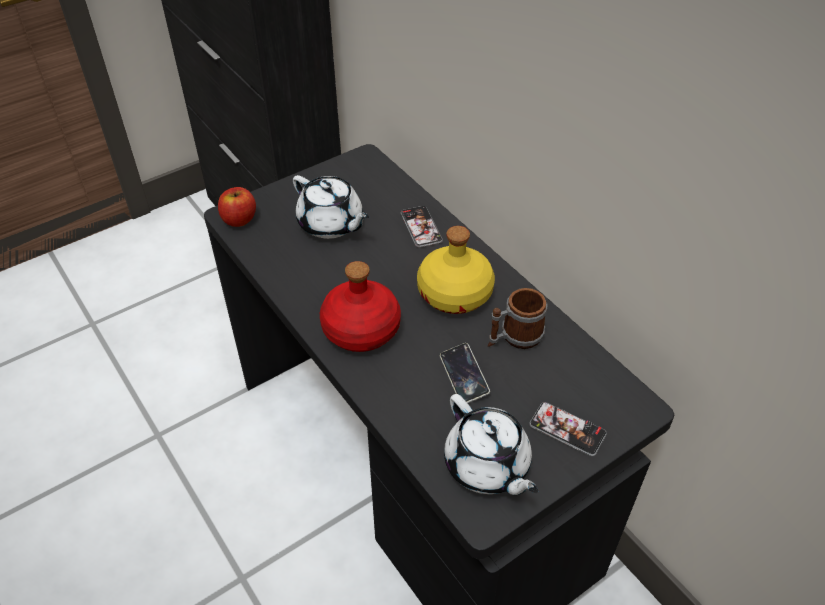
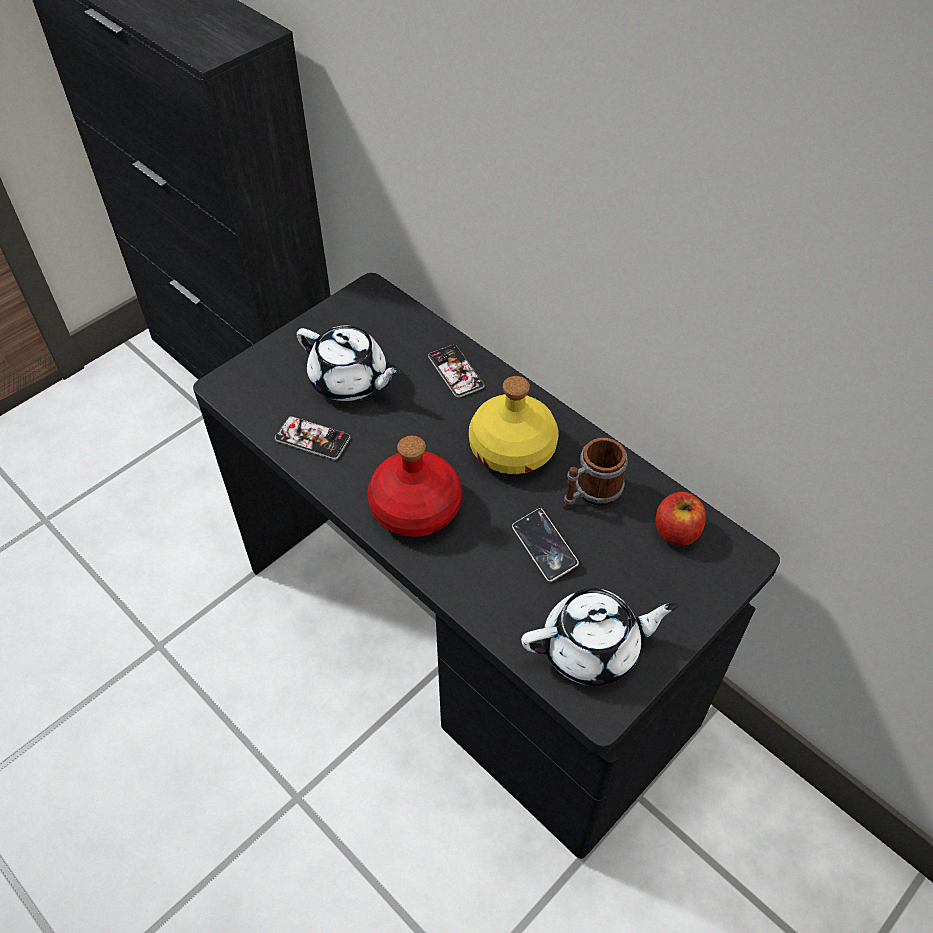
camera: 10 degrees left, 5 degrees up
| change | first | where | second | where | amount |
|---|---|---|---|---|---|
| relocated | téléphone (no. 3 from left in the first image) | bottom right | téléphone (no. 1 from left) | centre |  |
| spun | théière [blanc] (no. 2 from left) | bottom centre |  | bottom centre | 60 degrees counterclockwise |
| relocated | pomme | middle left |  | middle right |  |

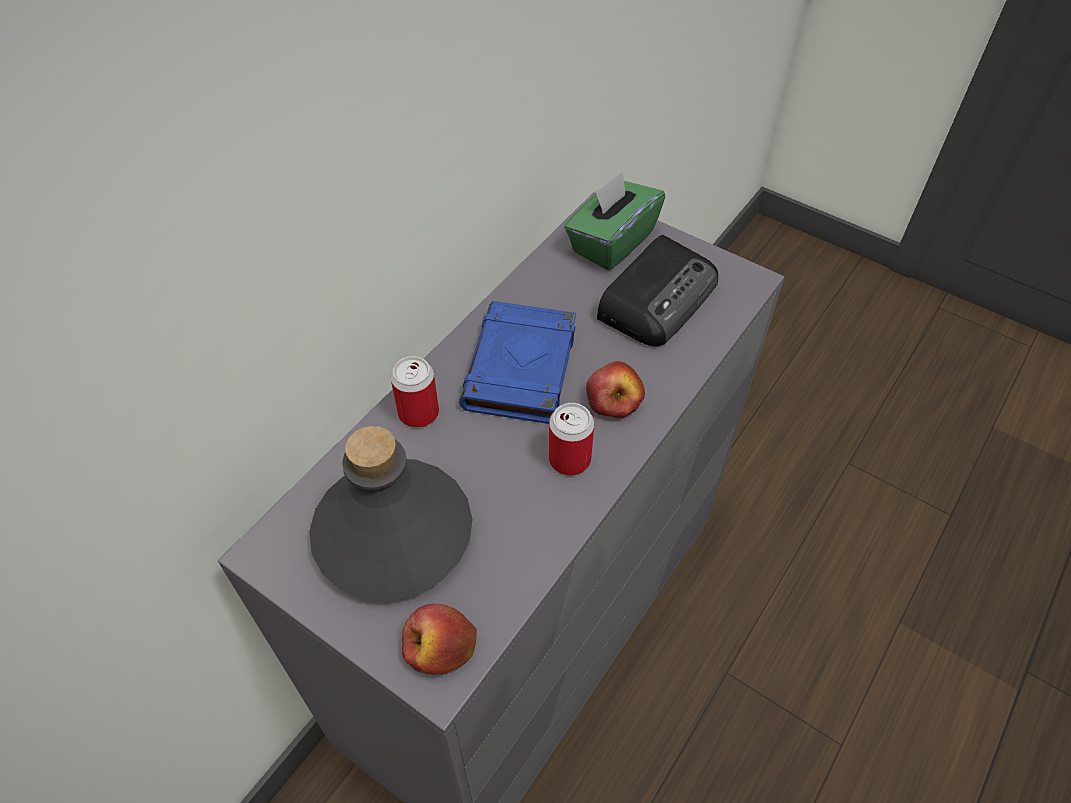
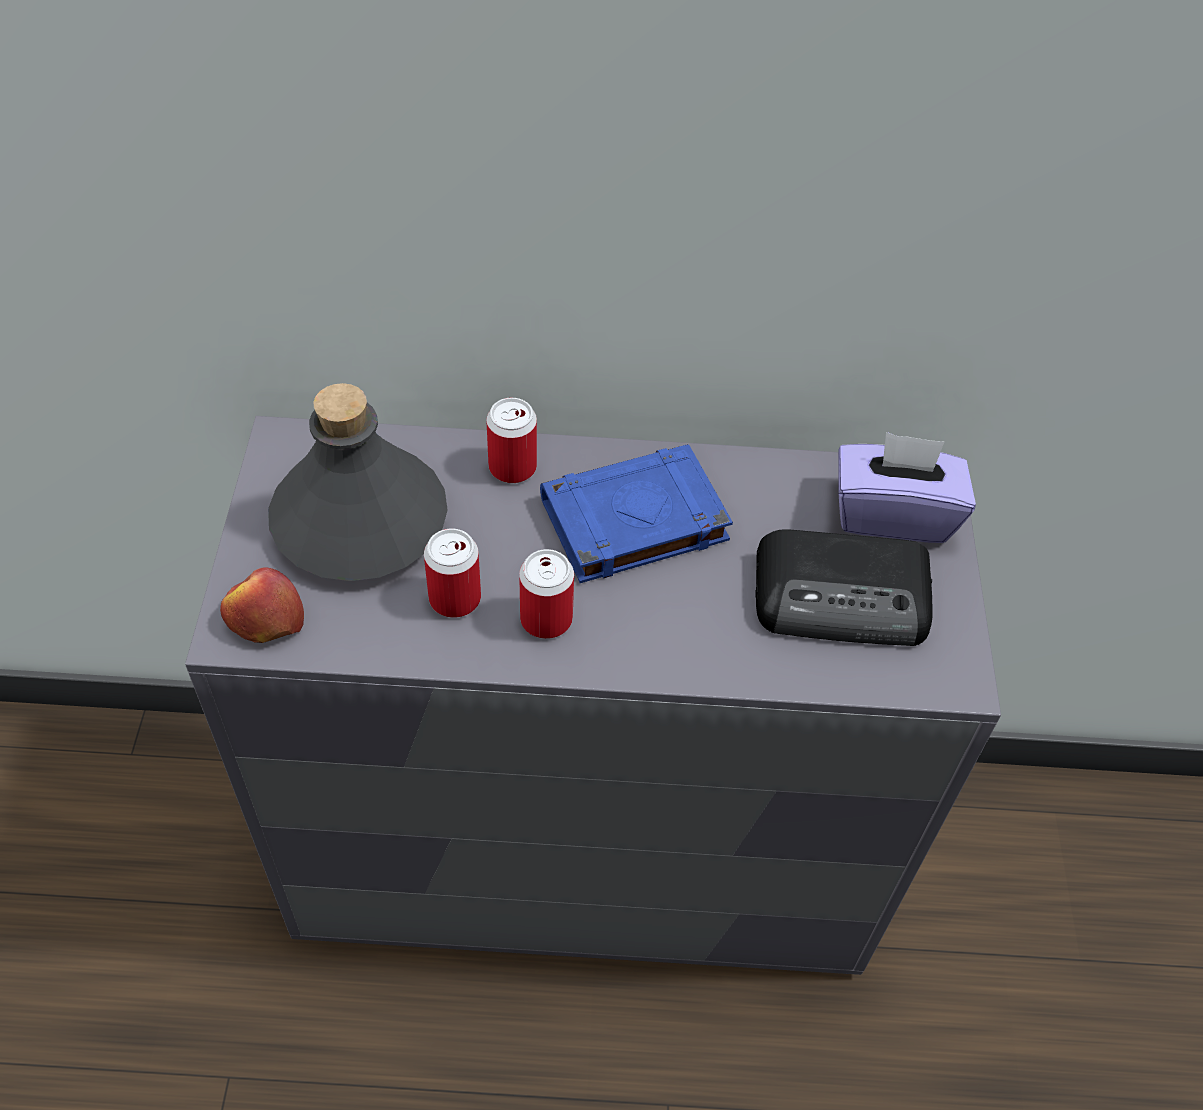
camera: 55 degrees right, 0 degrees up
| change | first | where | second | where | amount |
|---|---|---|---|---|---|
| appeared |  |  | boîte métallique (no. 1 from left) | centre |  |
| colour | boîte à mouchoirs [vert] | top centre | boîte à mouchoirs [violet] | middle right |  |
| missing | pomme (no. 2 from left) | centre |  |  |  |

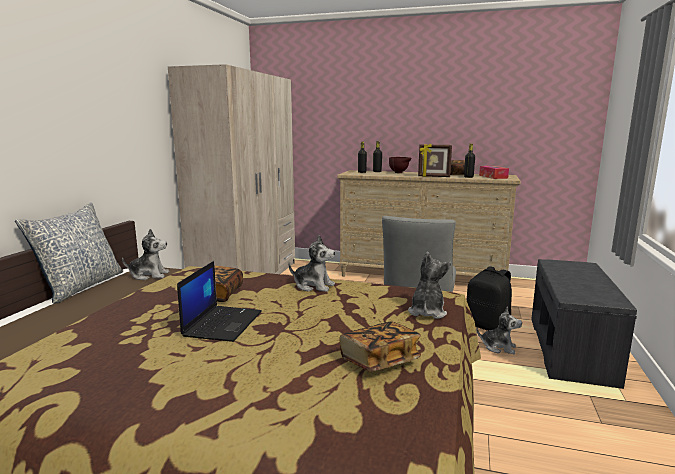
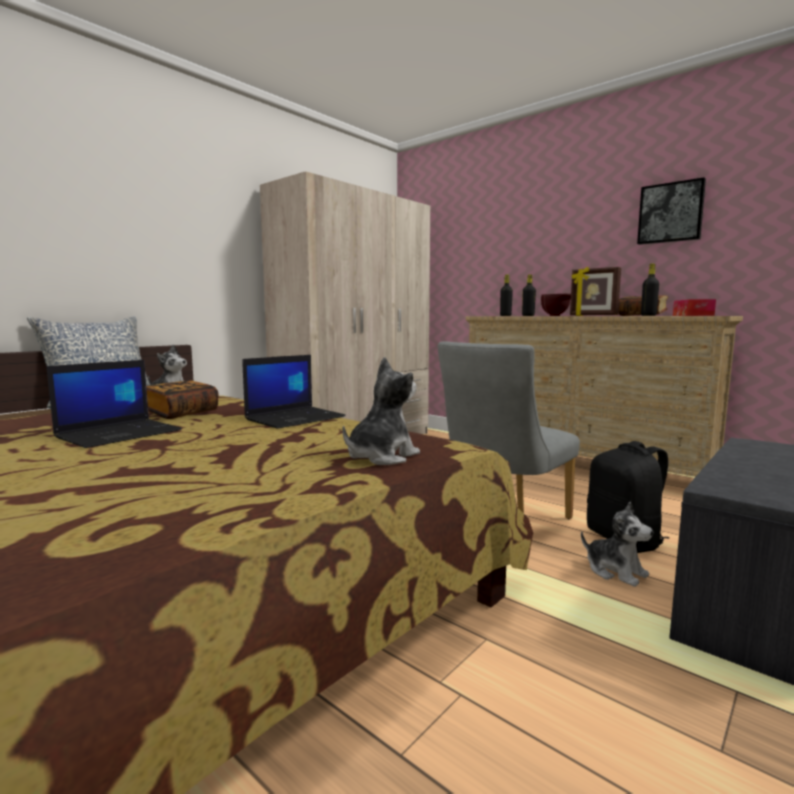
camera: 25 degrees right, 5 degrees down
| change | first | where | second | where | amount |
|---|---|---|---|---|---|
| exchanged | peluche (no. 2 from left) | centre | ordinateur portable (no. 2 from left) | centre |  |
| appeared |  |  | tableau | top right |  |
| missing | livre (no. 2 from left) | bottom centre |  |  |  |

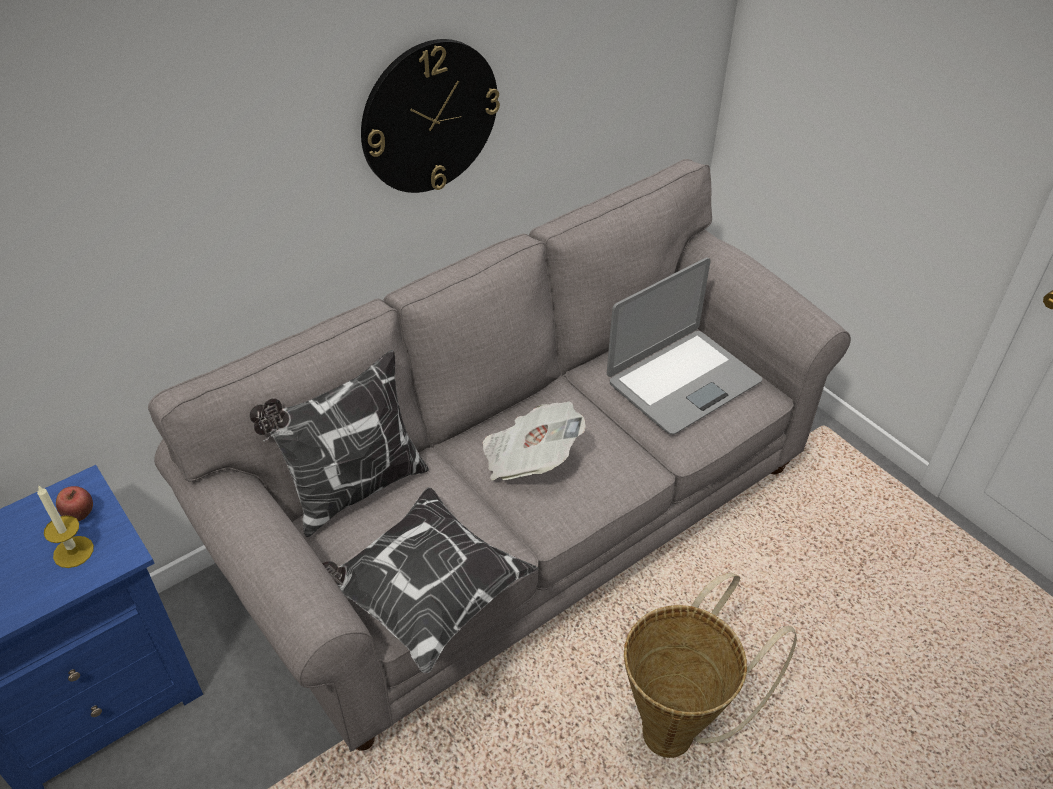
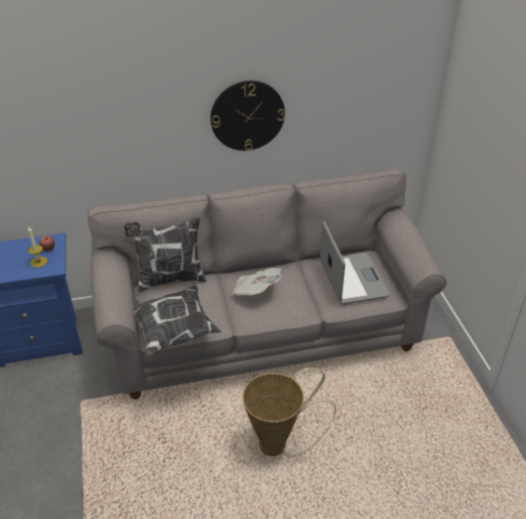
camera: 25 degrees right, 5 degrees down
| change | first | where | second | where | amount |
|---|---|---|---|---|---|
| spun | ordinateur portable | centre |  | middle right | 90 degrees counterclockwise |

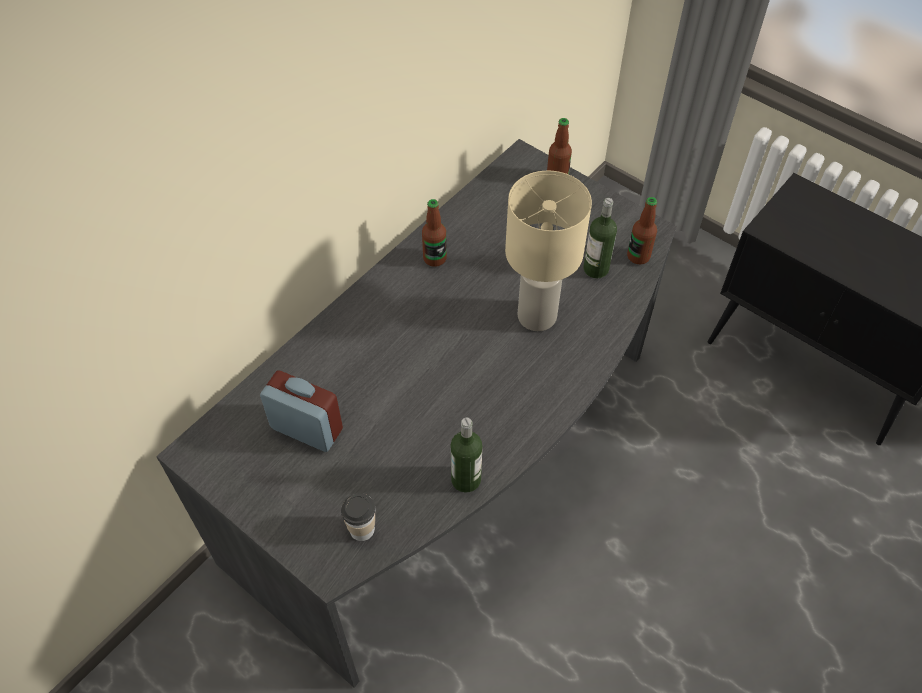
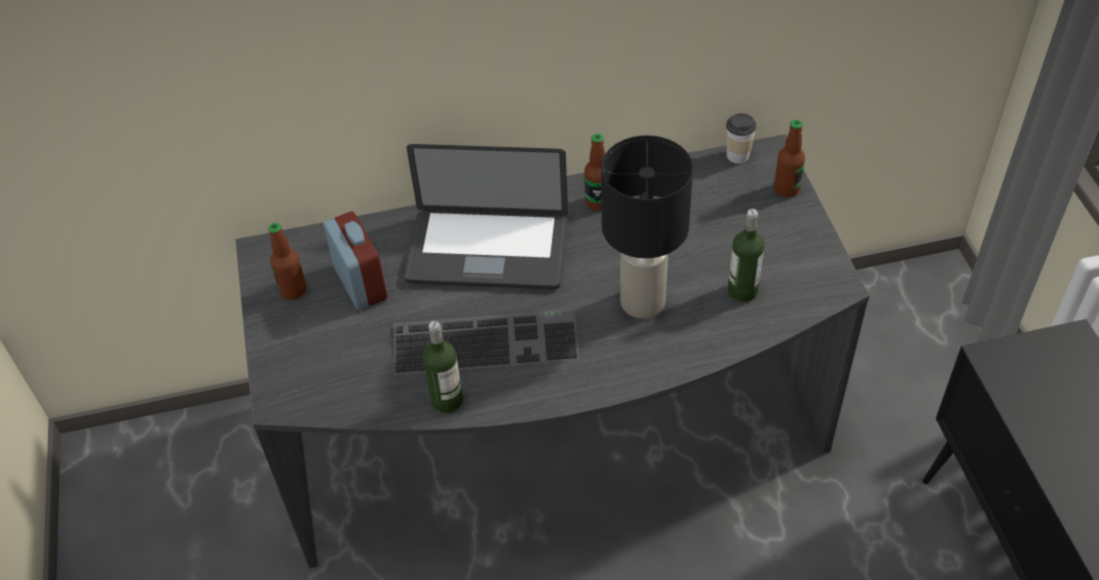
camera: 40 degrees right, 5 degrees down
| change | first | where | second | where | amount |
|---|---|---|---|---|---|
| relocated | bouteille (no. 5 from left in the first image) | top right | bouteille (no. 1 from left) | middle left |  |
| appeared |  |  | clavier | centre |  |
| appeared |  |  | ordinateur portable | centre |  |
| colour | lampe de table [beige] | centre | lampe de table [noir] | centre |  |
| relocated | tasse | bottom centre |  | top right |  |

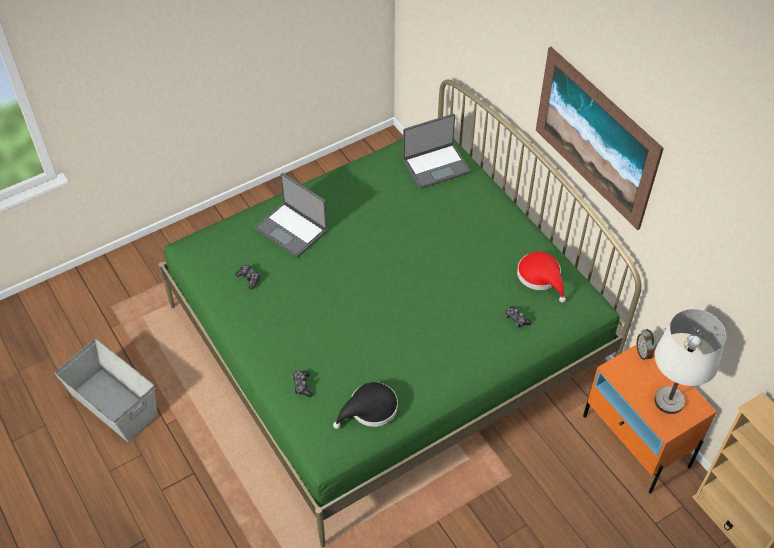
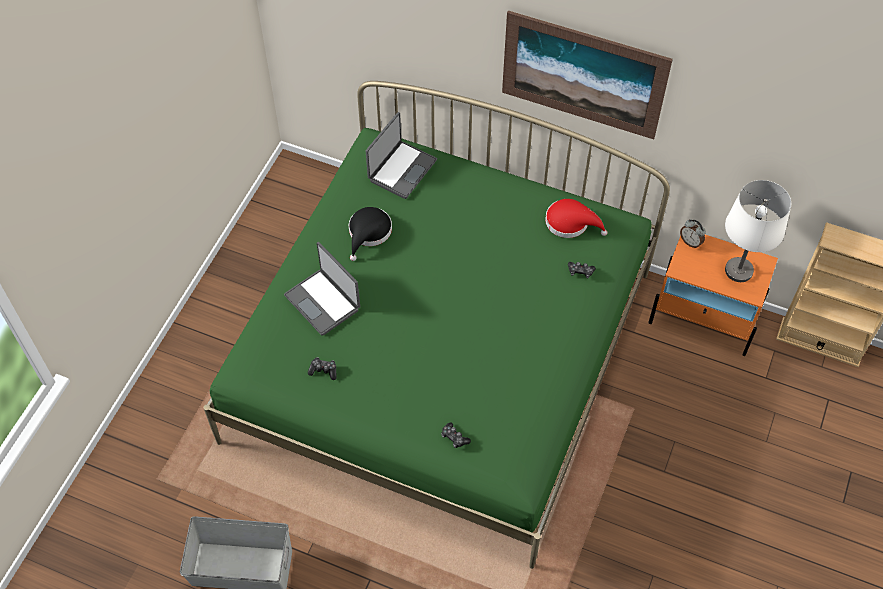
camera: 35 degrees left, 5 degrees up
| change | first | where | second | where | amount |
|---|---|---|---|---|---|
| spun | ordinateur portable (no. 1 from left) | centre |  | centre | 45 degrees clockwise |
| relocated | chapeau [noir] | bottom centre |  | centre |  |

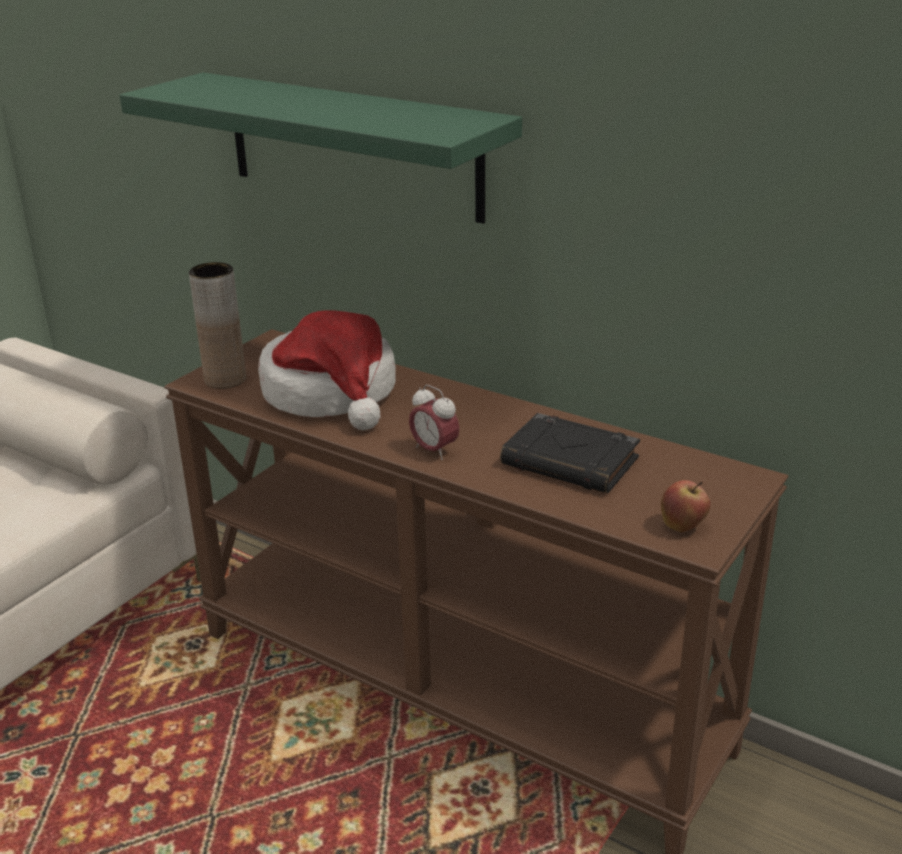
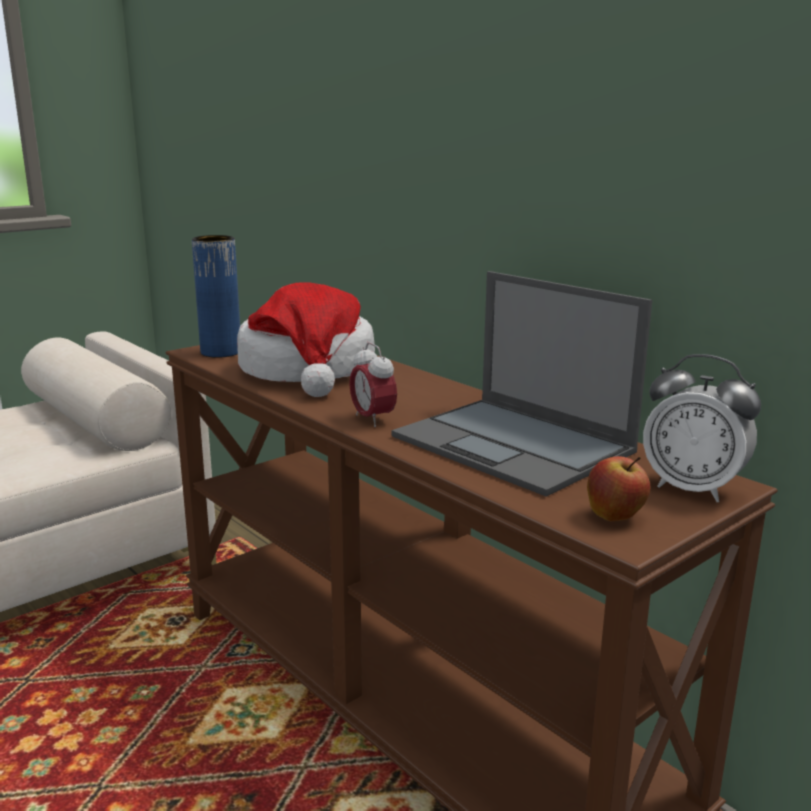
camera: 15 degrees right, 10 degrees down
| change | first | where | second | where | amount |
|---|---|---|---|---|---|
| colour | vase [marron] | middle left | vase [bleu] | middle left |  |
| exchanged | livre [noir] | centre | ordinateur portable | centre |  |
| appeared |  |  | réveil (no. 2 from left) | middle right |  |
| missing | étagère [vert] | top centre |  |  |  |

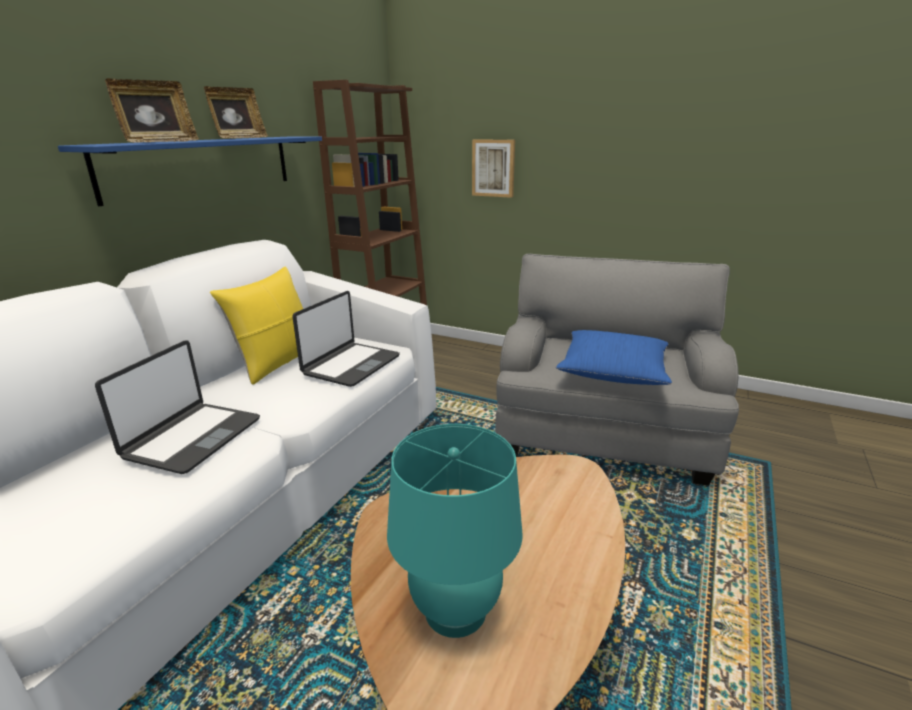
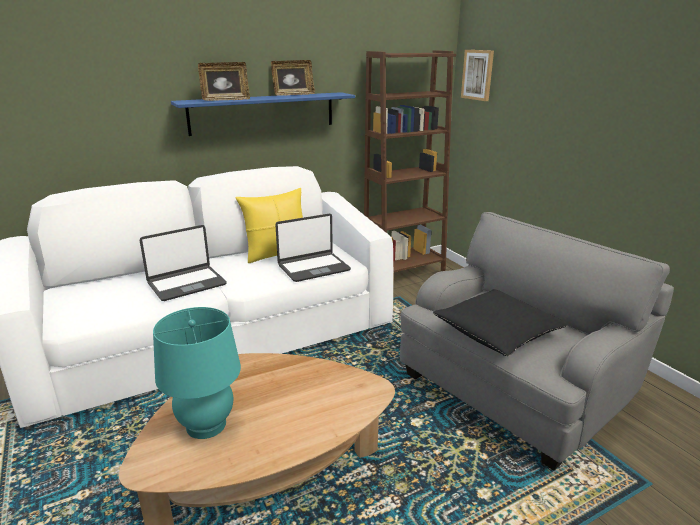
camera: 35 degrees right, 0 degrees up
| change | first | where | second | where | amount |
|---|---|---|---|---|---|
| colour | coussin [bleu] | middle right | coussin [noir] | middle right |  |
| relocated | tableau | top centre |  | top right |  |

